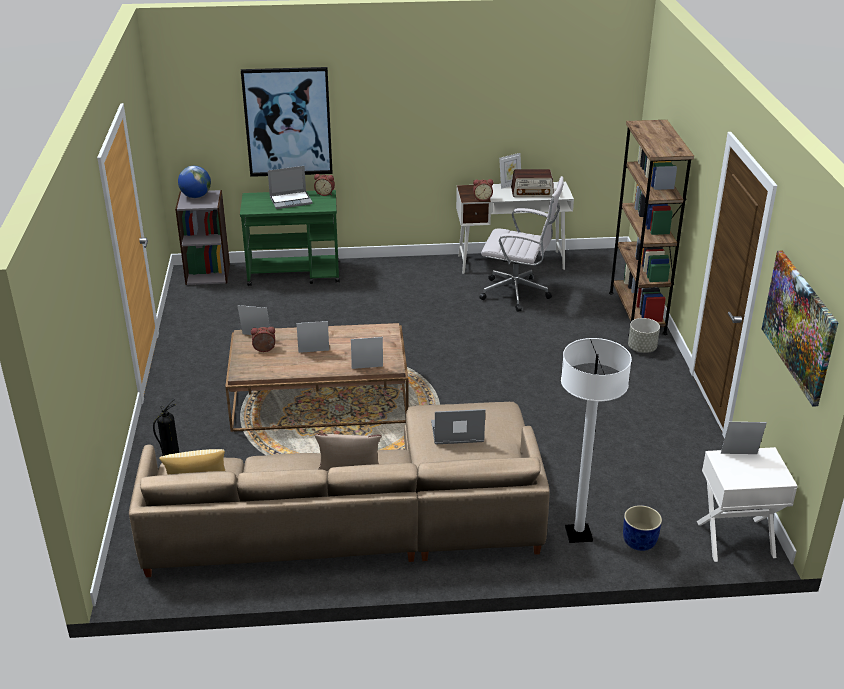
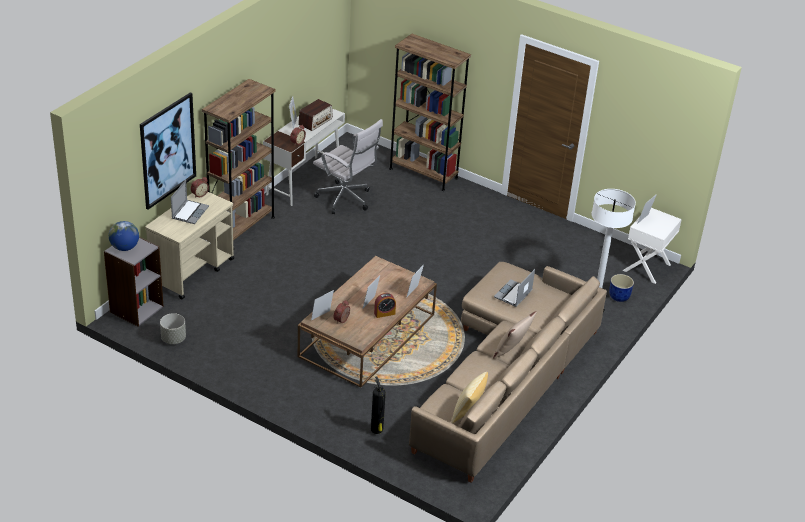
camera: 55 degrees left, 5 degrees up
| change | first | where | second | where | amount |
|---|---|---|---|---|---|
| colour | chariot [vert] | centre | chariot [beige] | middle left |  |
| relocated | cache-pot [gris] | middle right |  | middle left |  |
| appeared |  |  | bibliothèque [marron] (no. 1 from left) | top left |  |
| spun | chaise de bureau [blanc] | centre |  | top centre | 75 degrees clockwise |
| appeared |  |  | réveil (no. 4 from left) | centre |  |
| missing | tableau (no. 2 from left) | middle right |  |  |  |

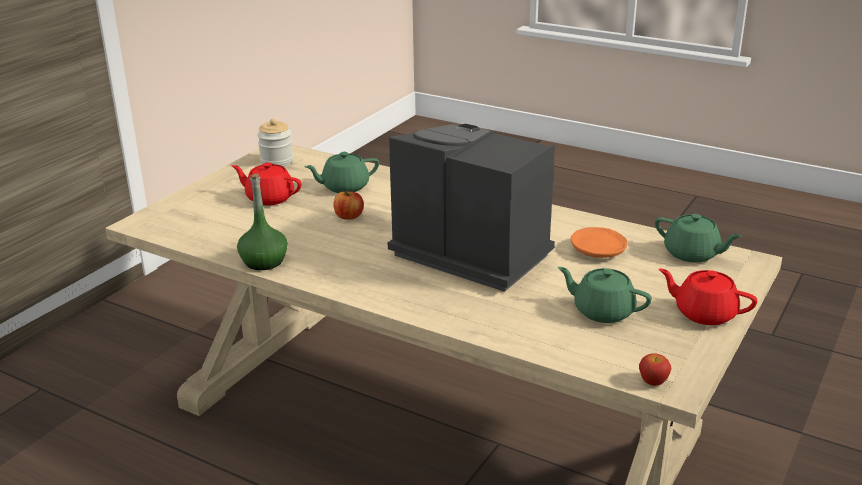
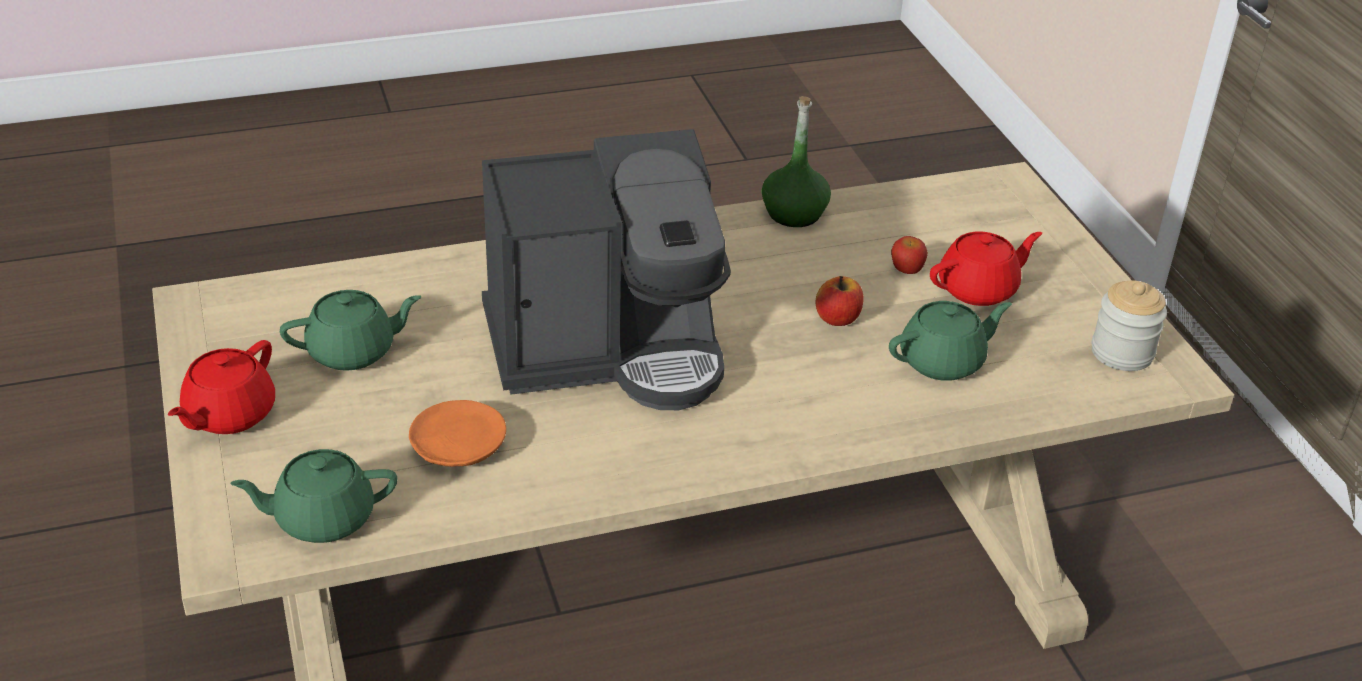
camera: 130 degrees right, 10 degrees up
| change | first | where | second | where | amount |
|---|---|---|---|---|---|
| spun | théière [rouge] (no. 2 from left in the first image) | middle right | théière [rouge] (no. 1 from left) | middle left | 135 degrees clockwise |
| spun | théière [vert] (no. 1 from left in the first image) | centre | théière [vert] (no. 3 from left) | middle right | 45 degrees clockwise |
| relocated | pomme (no. 2 from left) | bottom right |  | middle right |  |

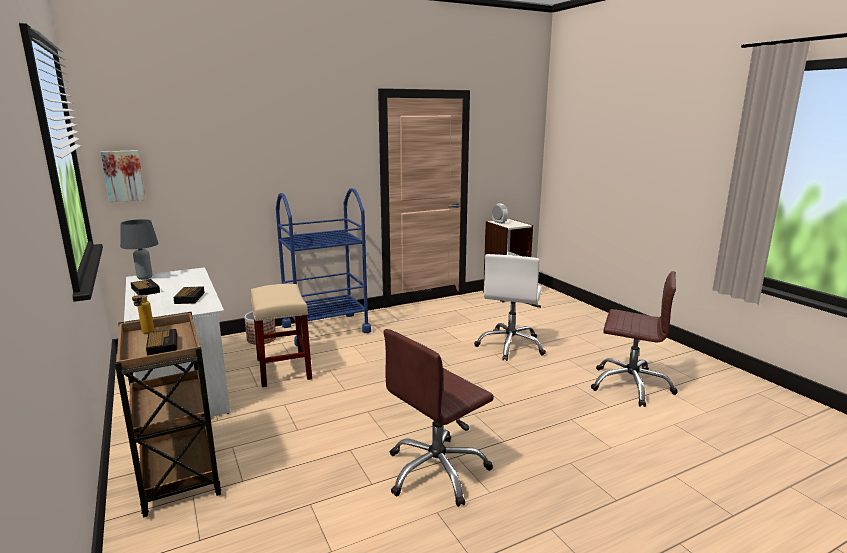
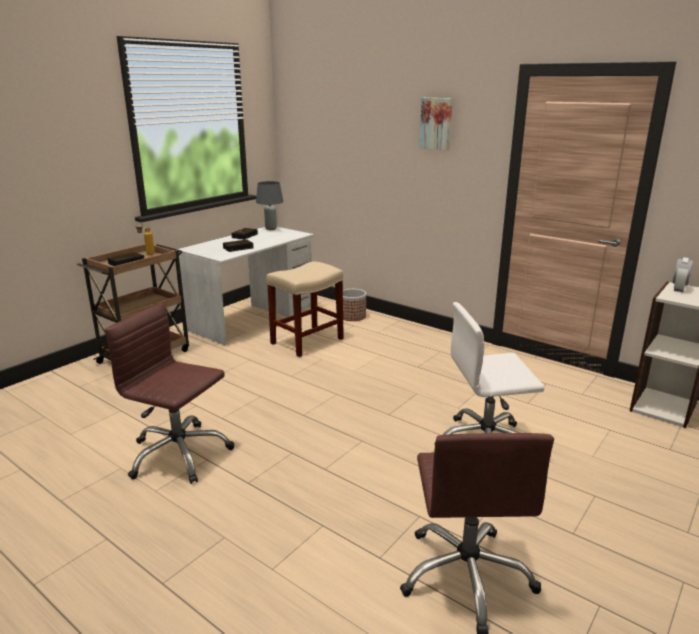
camera: 65 degrees right, 5 degrees up
| change | first | where | second | where | amount |
|---|---|---|---|---|---|
| relocated | tableau | top left |  | top centre |  |
| missing | chariot [bleu] | centre |  |  |  |

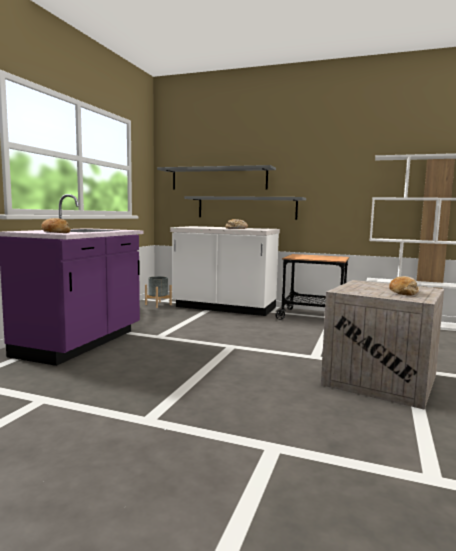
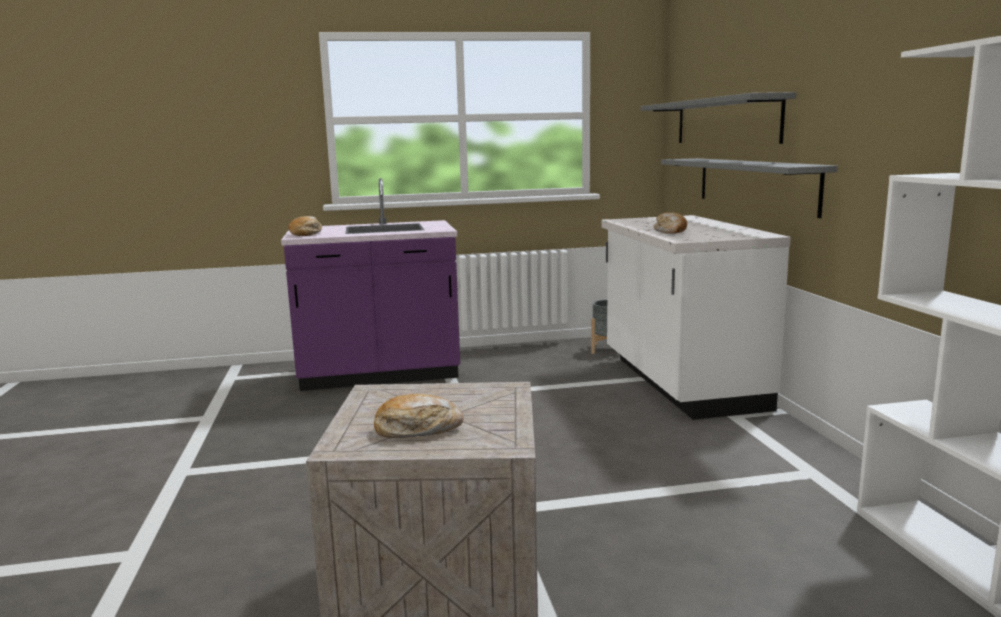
camera: 60 degrees right, 5 degrees up
| change | first | where | second | where | amount |
|---|---|---|---|---|---|
| missing | chariot | middle right |  |  |  |

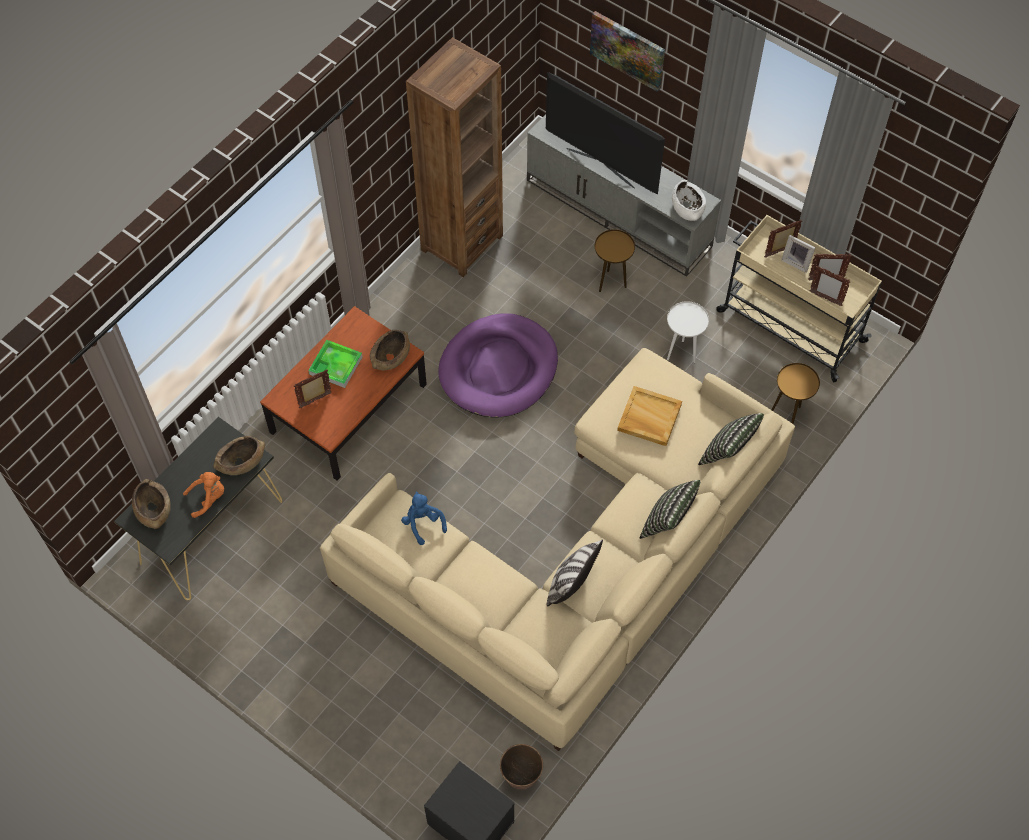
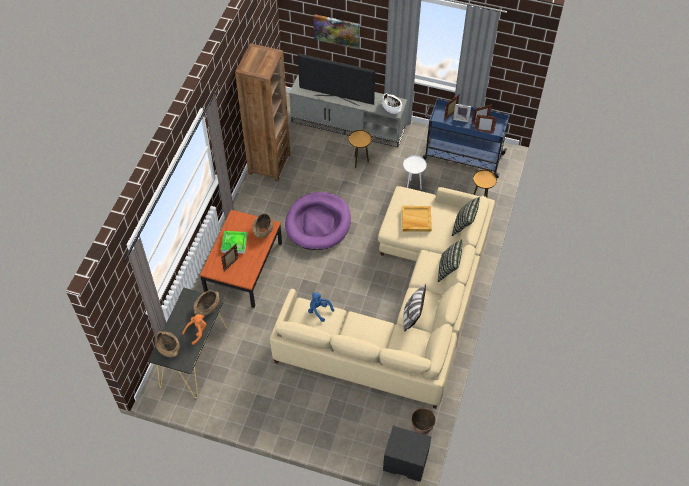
camera: 20 degrees left, 5 degrees down
| change | first | where | second | where | amount |
|---|---|---|---|---|---|
| colour | chariot [beige] | middle right | chariot [bleu] | top right |  |

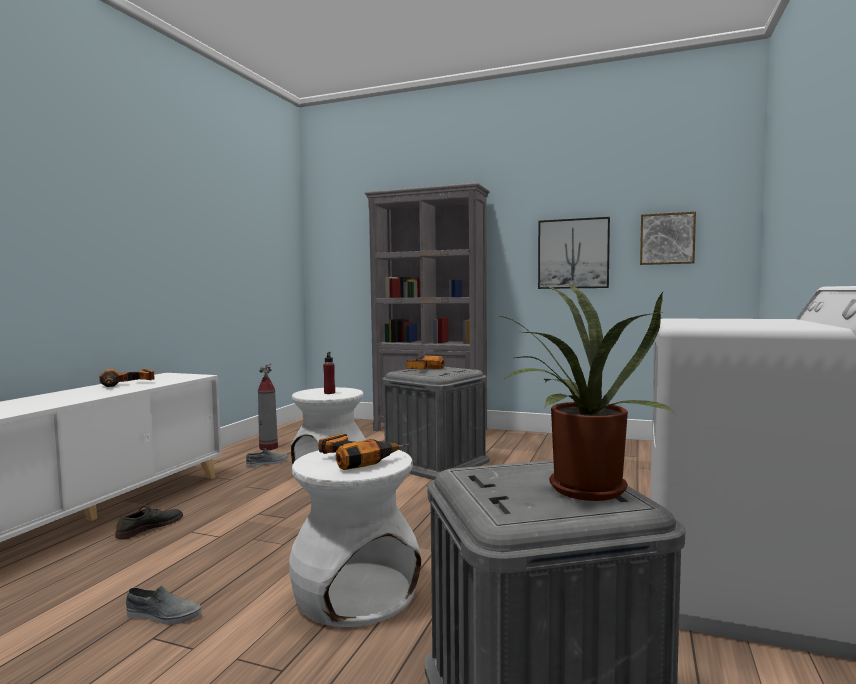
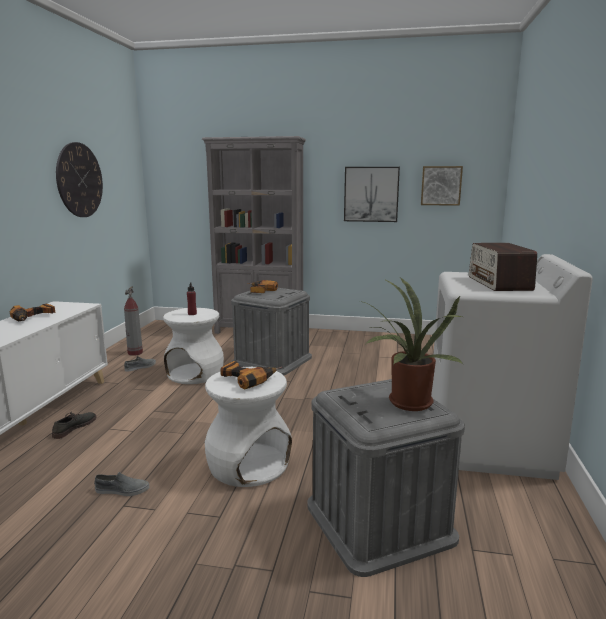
camera: 10 degrees left, 10 degrees up
| change | first | where | second | where | amount |
|---|---|---|---|---|---|
| appeared |  |  | horloge murale | top left |  |
| appeared |  |  | radio | middle right |  |

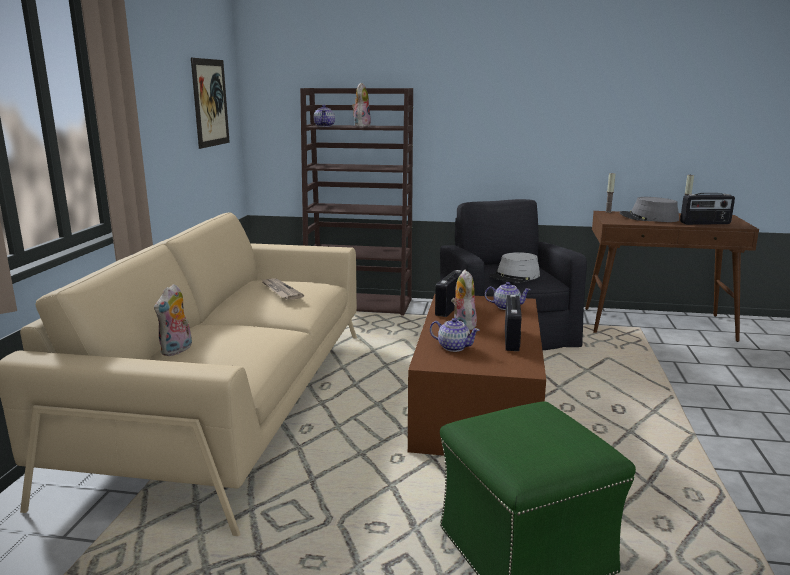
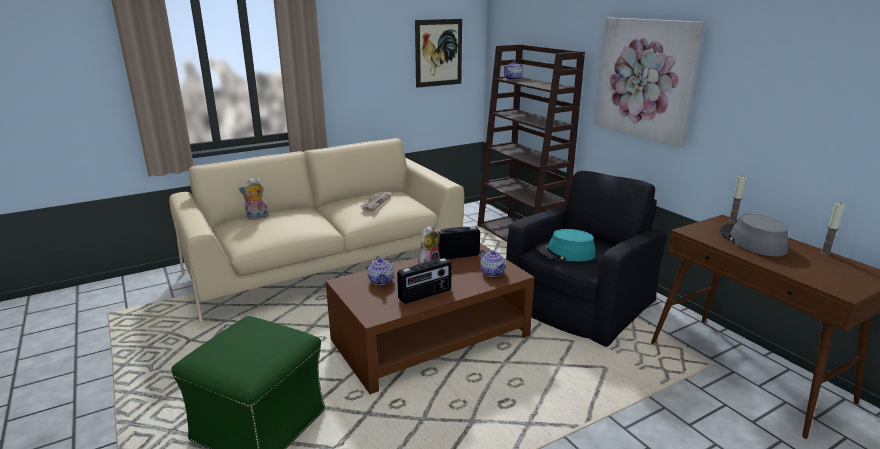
camera: 50 degrees right, 5 degrees up
| change | first | where | second | where | amount |
|---|---|---|---|---|---|
| colour | chapeau [gris] (no. 1 from left) | centre | chapeau [turquoise] | centre |  |
| appeared |  |  | tableau (no. 2 from left) | top right |  |
| missing | peluche (no. 2 from left) | top centre |  |  |  |
| missing | radio (no. 3 from left) | middle right |  |  |  |

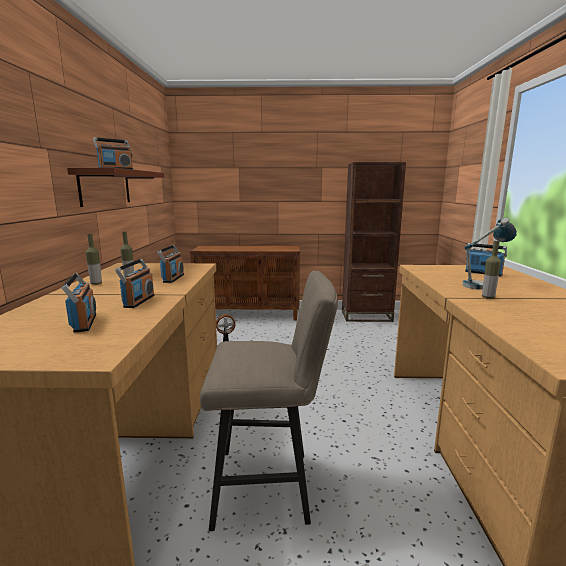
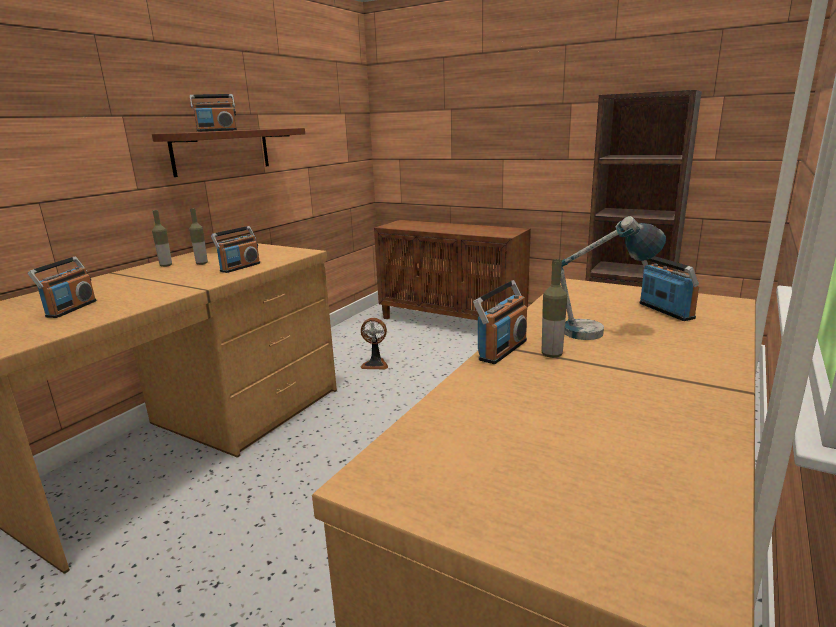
camera: 30 degrees right, 5 degrees up
| change | first | where | second | where | amount |
|---|---|---|---|---|---|
| relocated | radio (no. 3 from left in the first image) | middle left | radio (no. 4 from left) | centre |  |
| missing | tabouret [beige] | bottom centre |  |  |  |

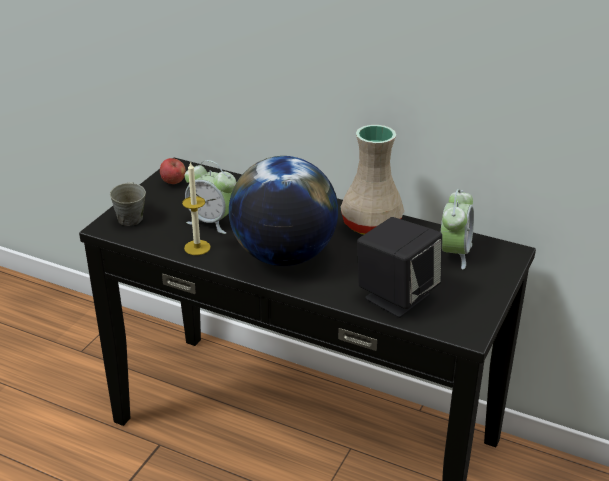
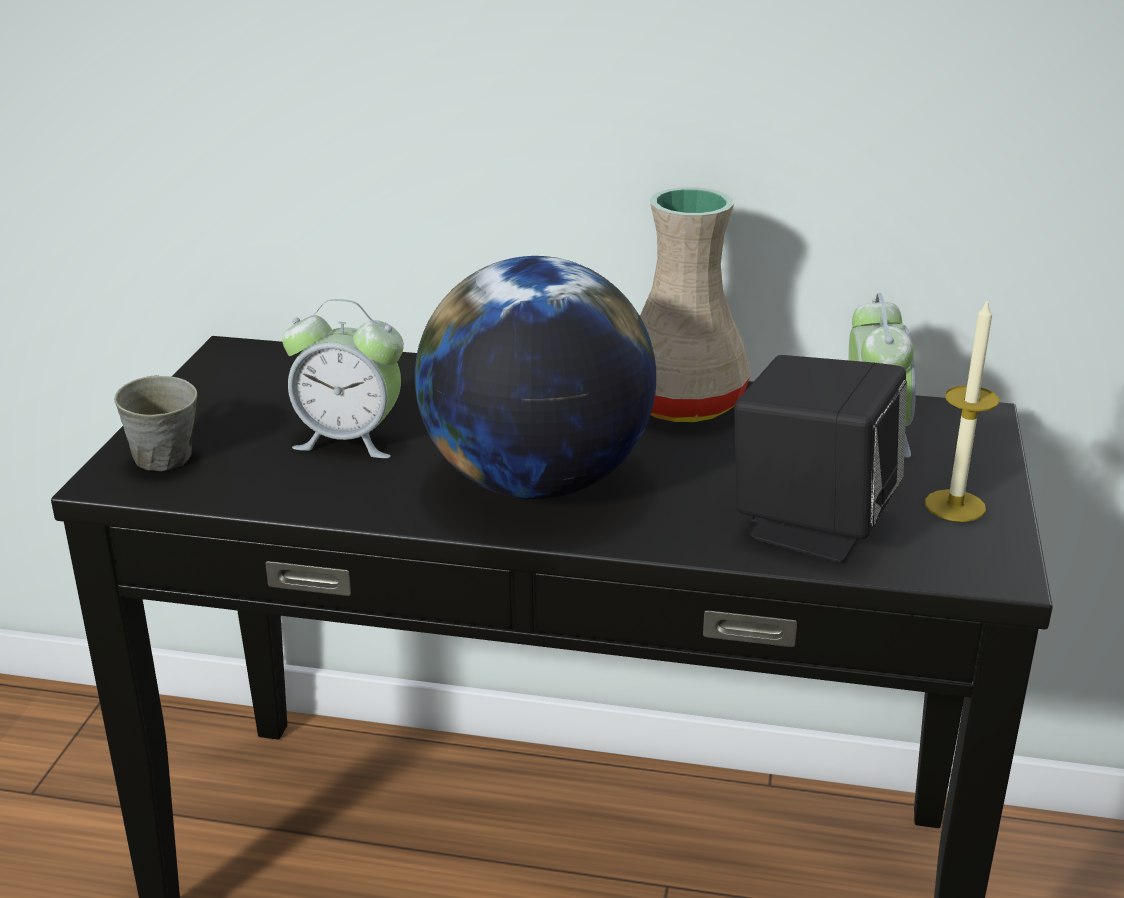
camera: 15 degrees left, 5 degrees down
| change | first | where | second | where | amount |
|---|---|---|---|---|---|
| relocated | bougie | middle left |  | middle right |  |
| missing | pomme | middle left |  |  |  |

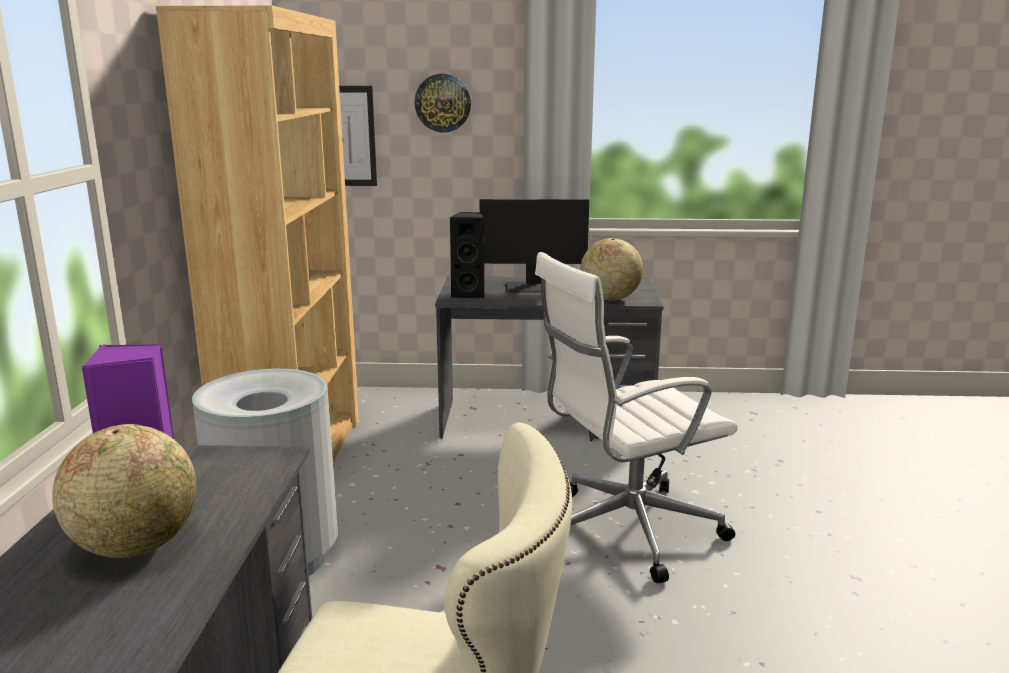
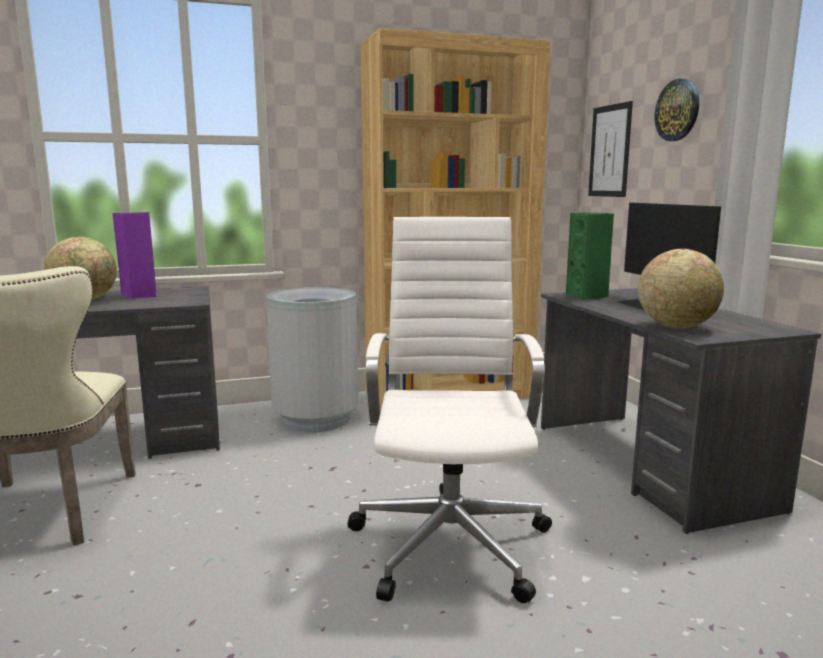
camera: 70 degrees right, 5 degrees down
| change | first | where | second | where | amount |
|---|---|---|---|---|---|
| spun | chaise de bureau [blanc] | centre |  | centre | 45 degrees clockwise |
| colour | enceinte [noir] | centre | enceinte [vert] | middle right |  |

